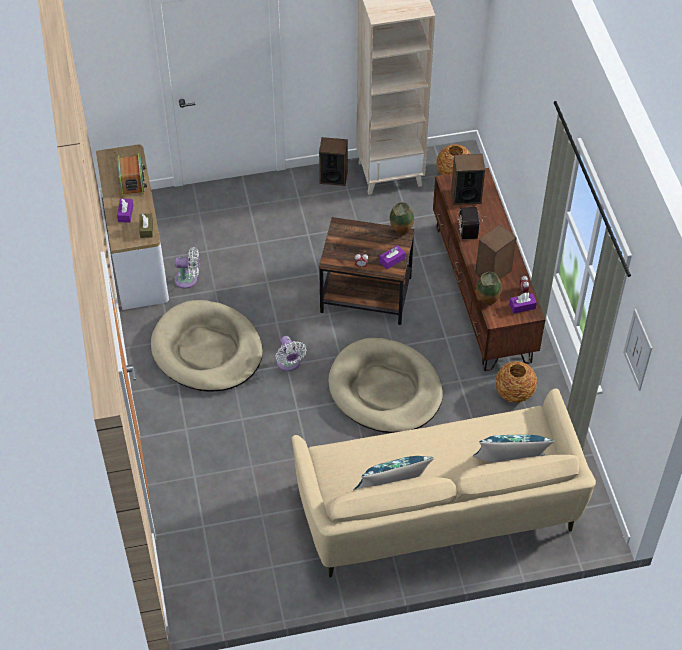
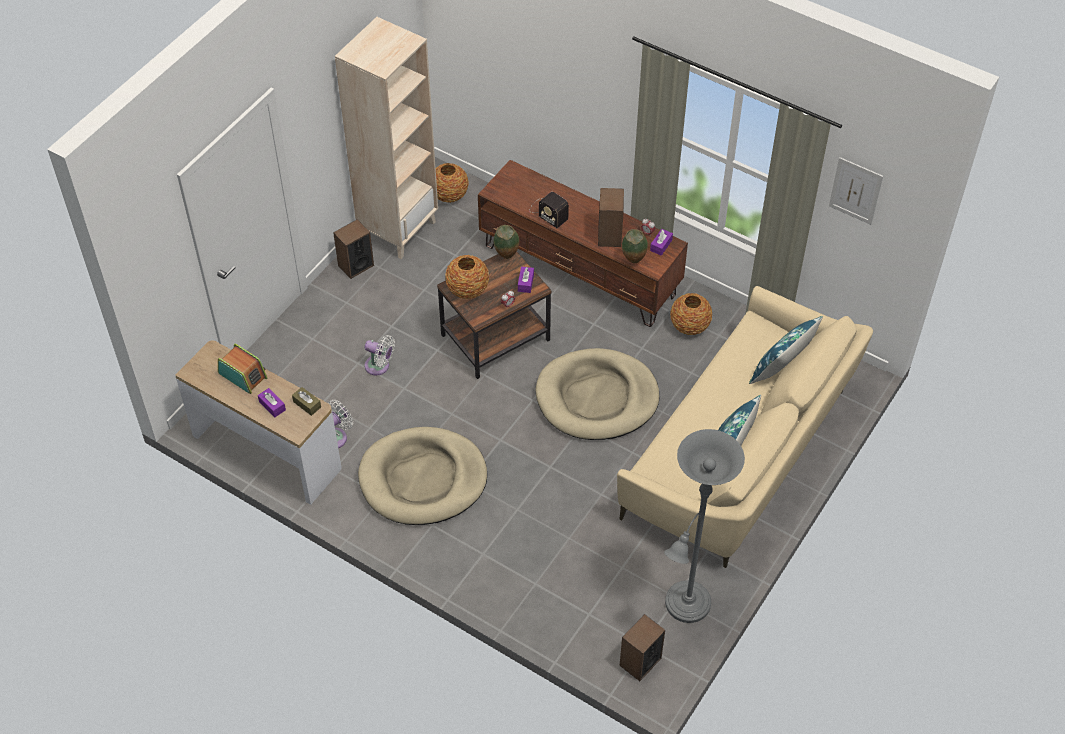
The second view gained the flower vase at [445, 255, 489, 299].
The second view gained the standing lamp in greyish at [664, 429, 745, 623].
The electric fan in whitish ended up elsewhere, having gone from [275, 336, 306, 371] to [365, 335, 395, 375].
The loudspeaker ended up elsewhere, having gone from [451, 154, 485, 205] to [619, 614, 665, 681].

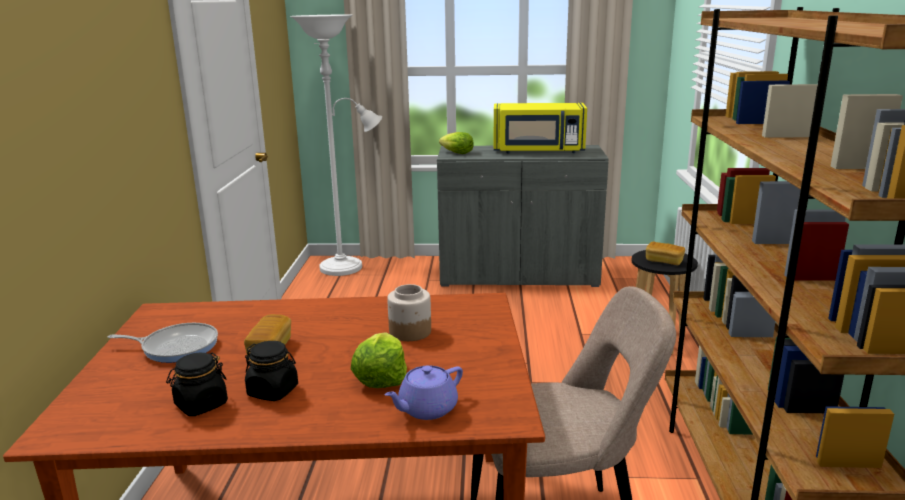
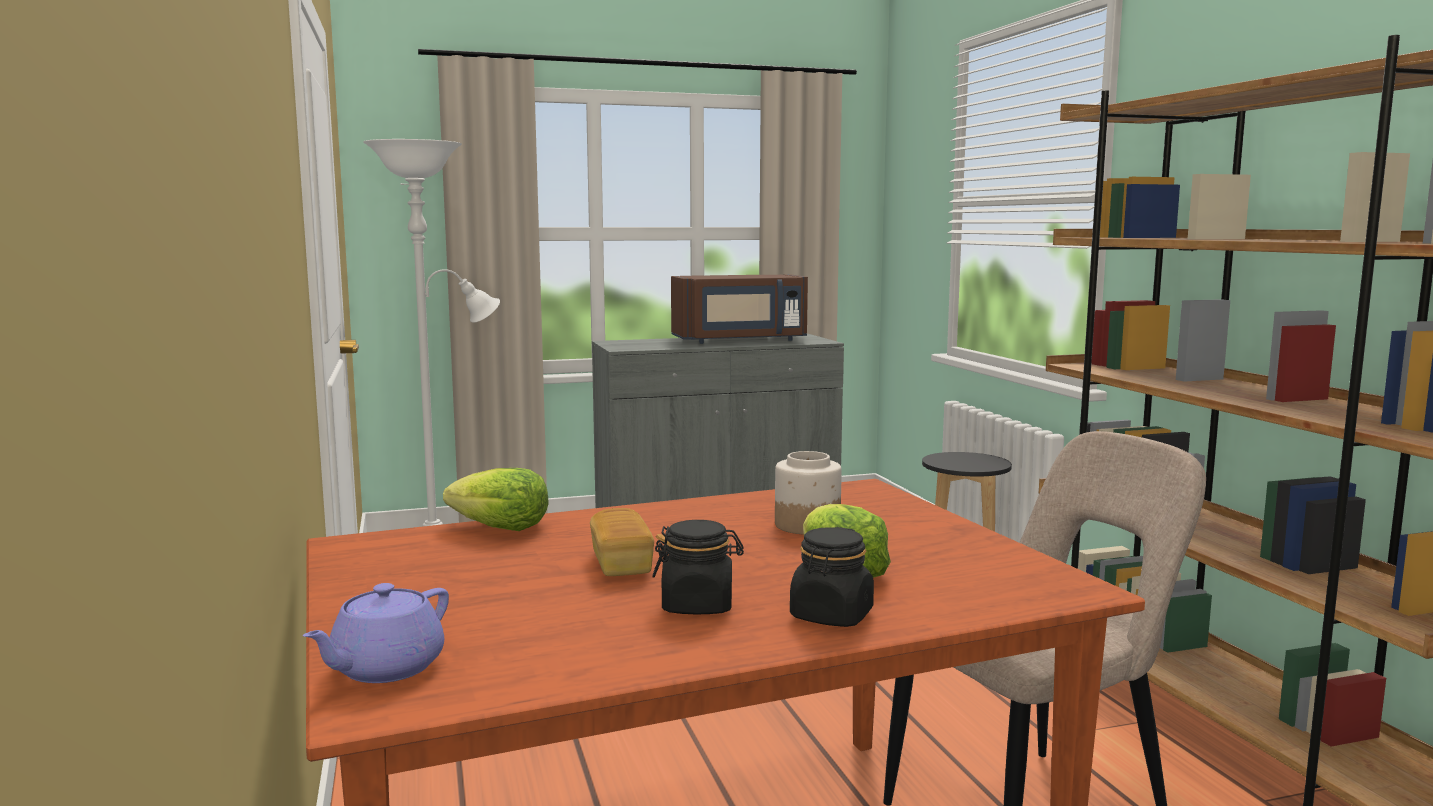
The second view lost the frying pan at [107, 323, 218, 363].
The second view lost the bread at [646, 242, 685, 265].
The storage jar in blackish ended up elsewhere, having gone from [166, 353, 228, 416] to [790, 527, 874, 627].
The teapot in purple-coloured ended up elsewhere, having gone from [384, 365, 463, 420] to [303, 583, 449, 683].
The lettuce ended up elsewhere, having gone from [439, 132, 474, 154] to [443, 468, 549, 531].
What was the microwave in yellowish at [494, 103, 587, 153] turned into the microwave in brownish at [671, 274, 808, 344].

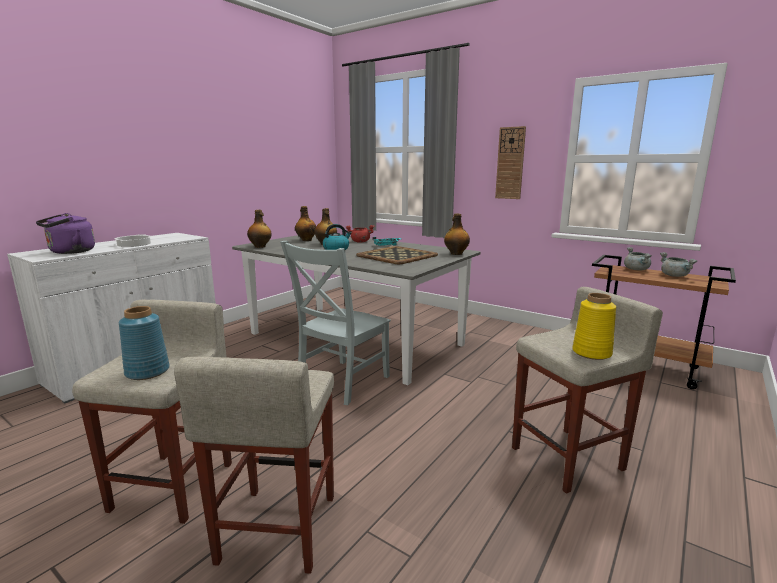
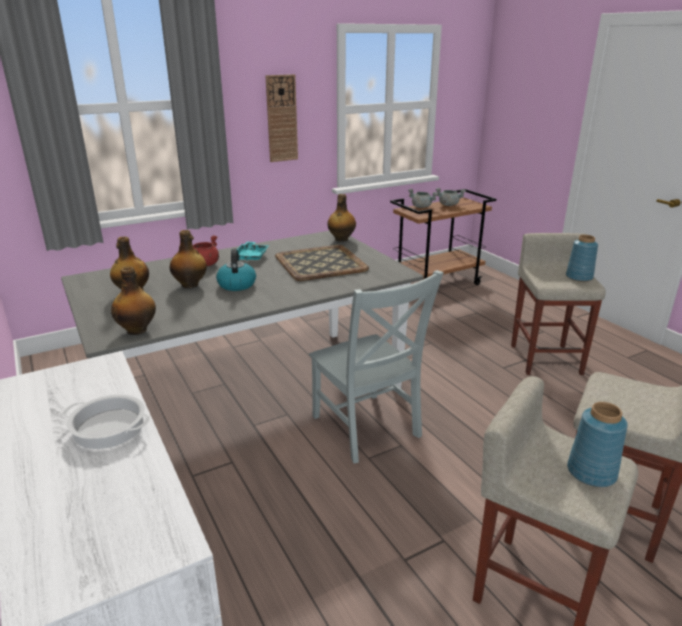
The second view lost the water kettle in purple-coloured at [36, 213, 95, 254].
What was the flower vase in yellowish at [572, 293, 616, 360] turned into the flower vase in blue-coloured at [566, 235, 598, 282].

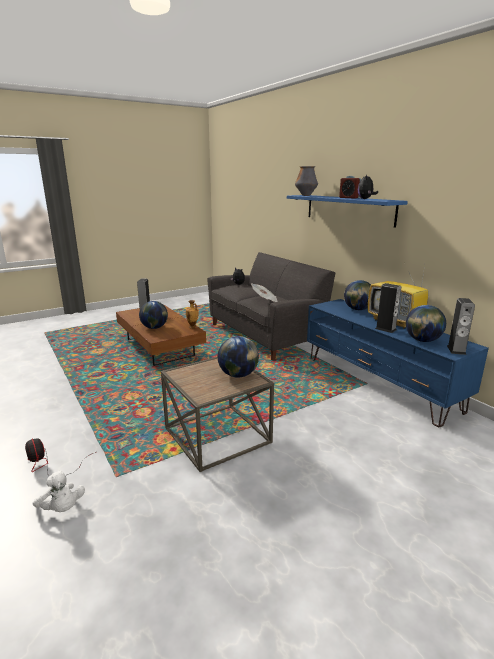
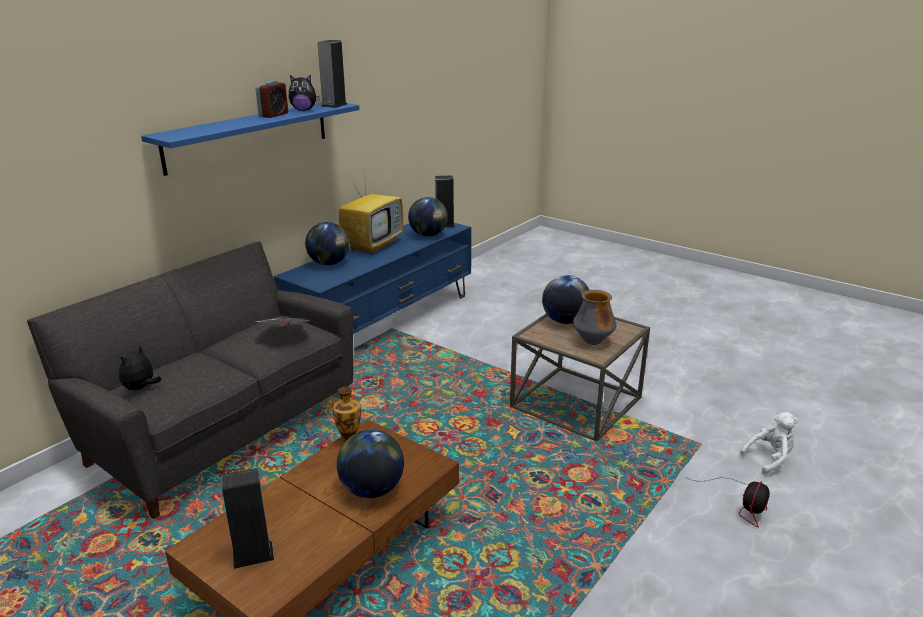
The flower vase ended up elsewhere, having gone from [295, 166, 318, 196] to [573, 290, 617, 345].
The loudspeaker ended up elsewhere, having gone from [375, 283, 401, 333] to [318, 40, 347, 108].
The soft toy in whitish at [32, 470, 85, 512] ended up facing another way, 45 degrees clockwise from before.

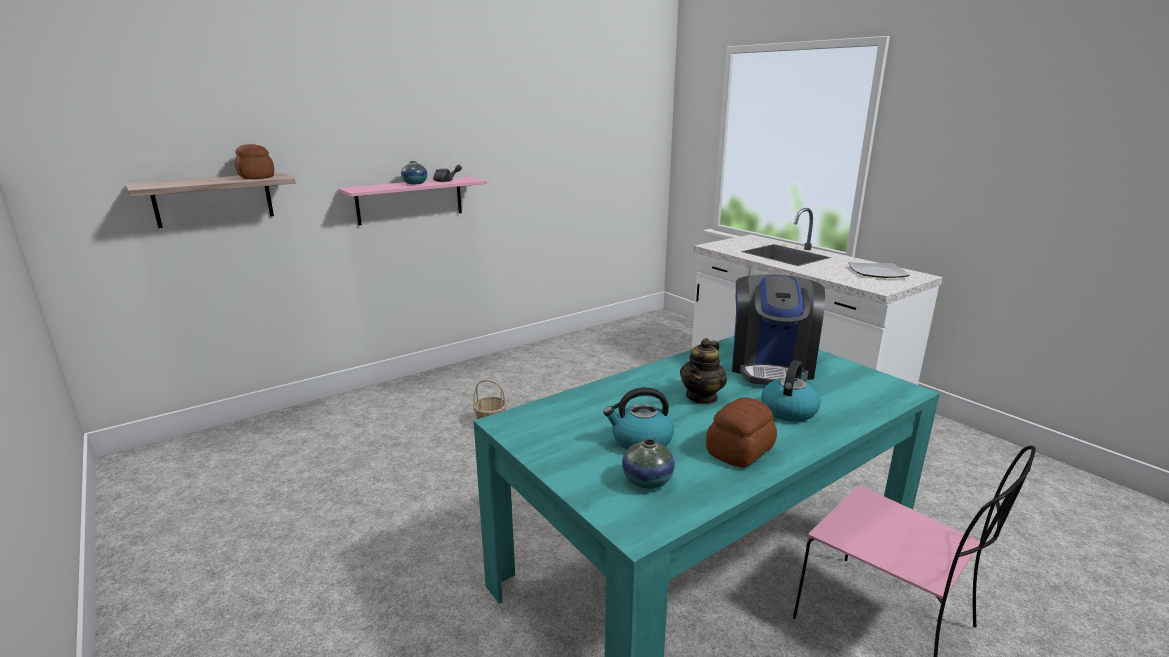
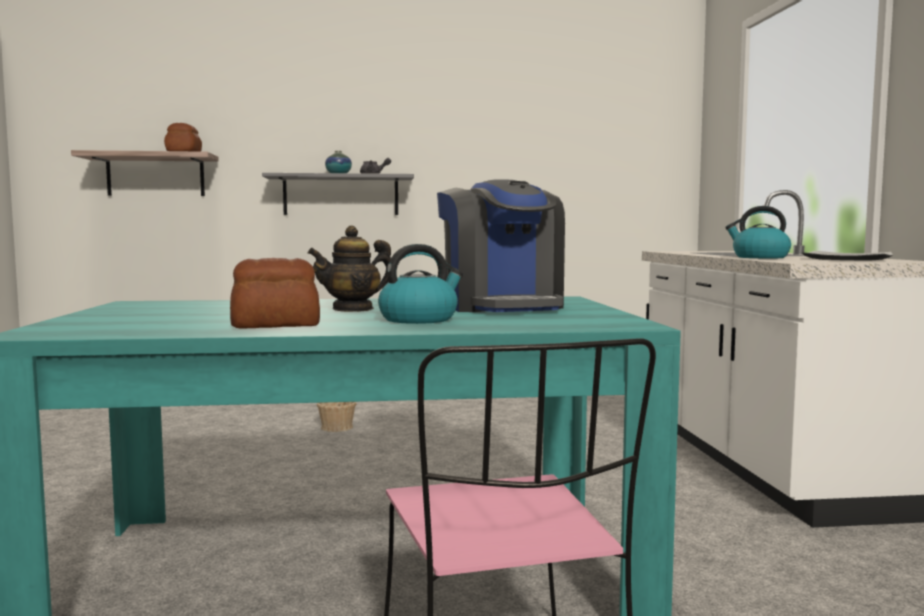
The second view lost the flower vase at [622, 439, 675, 489].
The water kettle ended up elsewhere, having gone from [603, 387, 674, 450] to [725, 206, 791, 258].
What was the shelf in pinkish at [338, 177, 487, 226] turned into the shelf in greyish at [262, 173, 414, 215].
The coffee maker at [732, 274, 825, 385] ended up facing another way, 60 degrees counterclockwise from before.

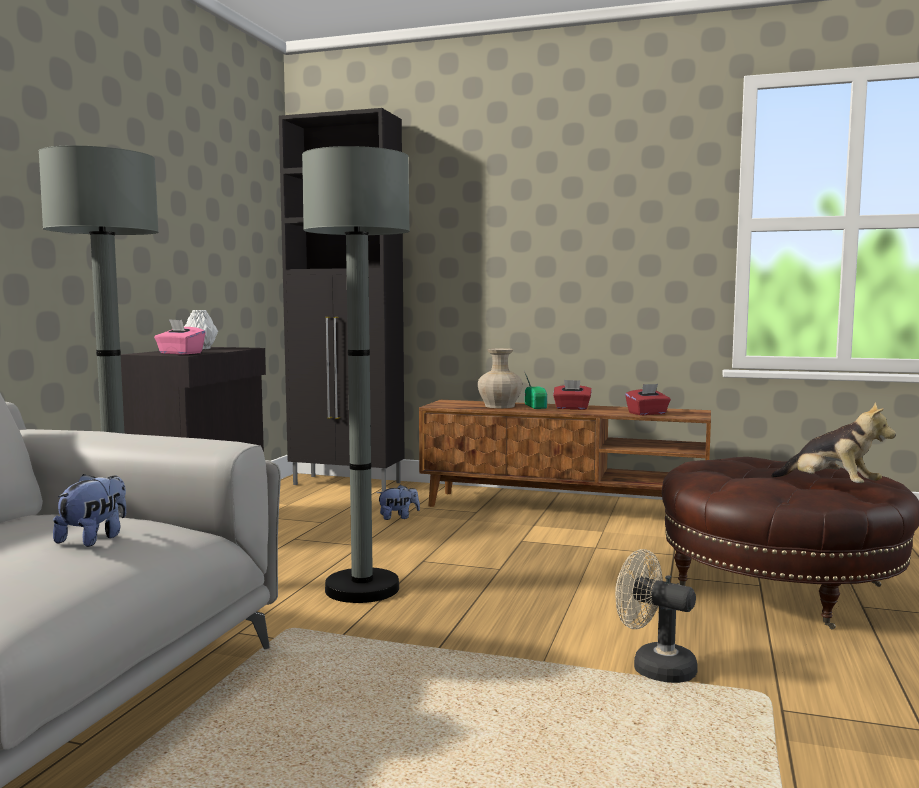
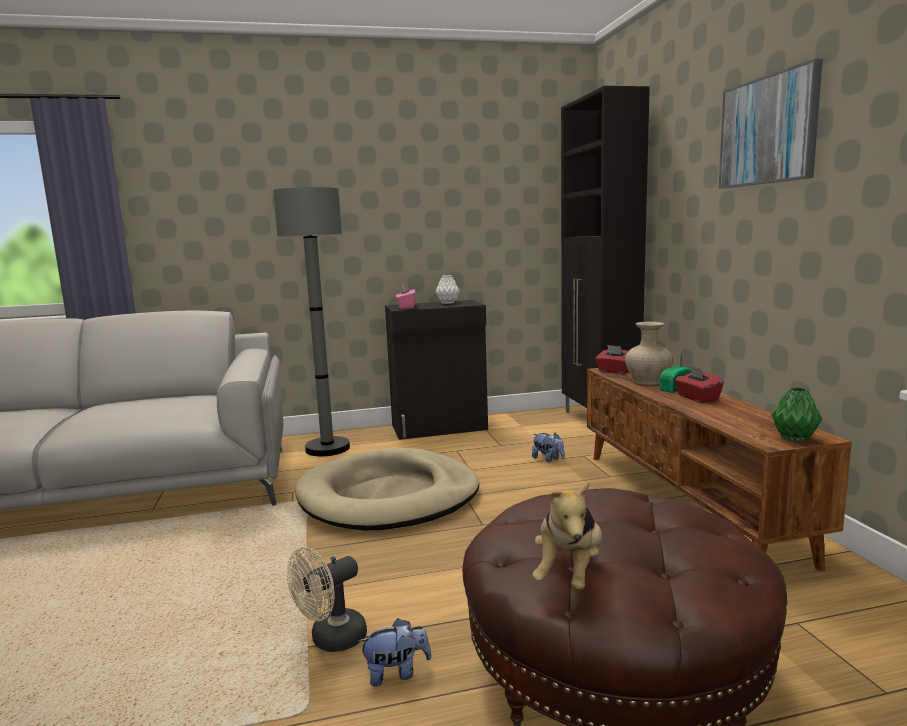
The second view gained the wall picture at [719, 59, 823, 188].
The second view gained the flower vase in green at [771, 387, 822, 442].
The soft toy ended up elsewhere, having gone from [53, 474, 126, 547] to [358, 618, 431, 687].
The tissue holder in red ended up elsewhere, having gone from [625, 384, 671, 415] to [595, 345, 629, 374].
Where the standing lamp in greyish stood at [302, 146, 410, 603], the pet bed in beige-coloured came to stand at [295, 448, 479, 530].
The electric fan in beige-coloured at [615, 549, 697, 683] ended up facing another way, 135 degrees counterclockwise from before.

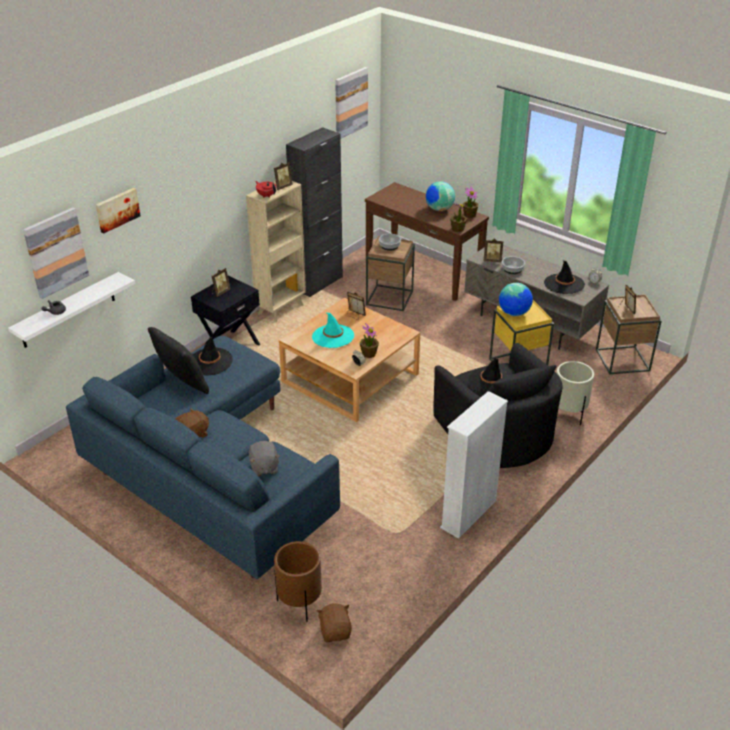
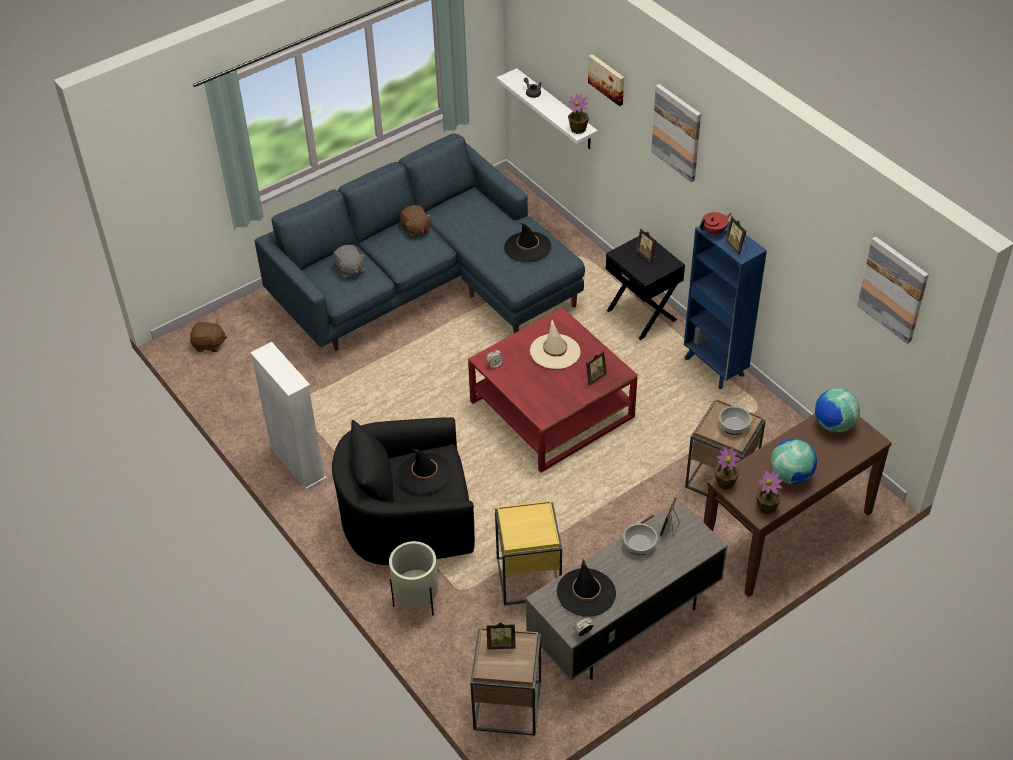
The second view lost the pillow in blackish at [148, 327, 209, 394].
The second view lost the flower pot in brownish at [274, 541, 322, 622].
The second view lost the cupboard in blackish at [286, 127, 343, 297].
The wall picture ended up elsewhere, having gone from [23, 207, 89, 299] to [651, 84, 701, 182].
The plant in a pot ended up elsewhere, having gone from [360, 323, 379, 358] to [568, 94, 589, 134].
The world globe ended up elsewhere, having gone from [499, 283, 533, 316] to [815, 388, 860, 432].
What was the shelving unit in beige-coloured at [246, 181, 306, 323] turned into the shelving unit in blue-coloured at [684, 221, 767, 389].
What was the lounge table in beige-coloured at [279, 298, 420, 422] turned into the lounge table in red at [468, 307, 638, 472].
What was the hat in blue-green at [312, 313, 354, 348] turned into the hat in beige-coloured at [530, 320, 581, 369].
The soft toy in greyish at [249, 441, 280, 476] ended up facing another way, 120 degrees counterclockwise from before.

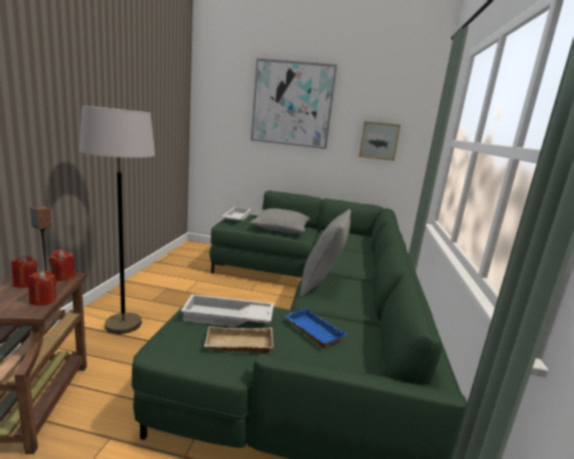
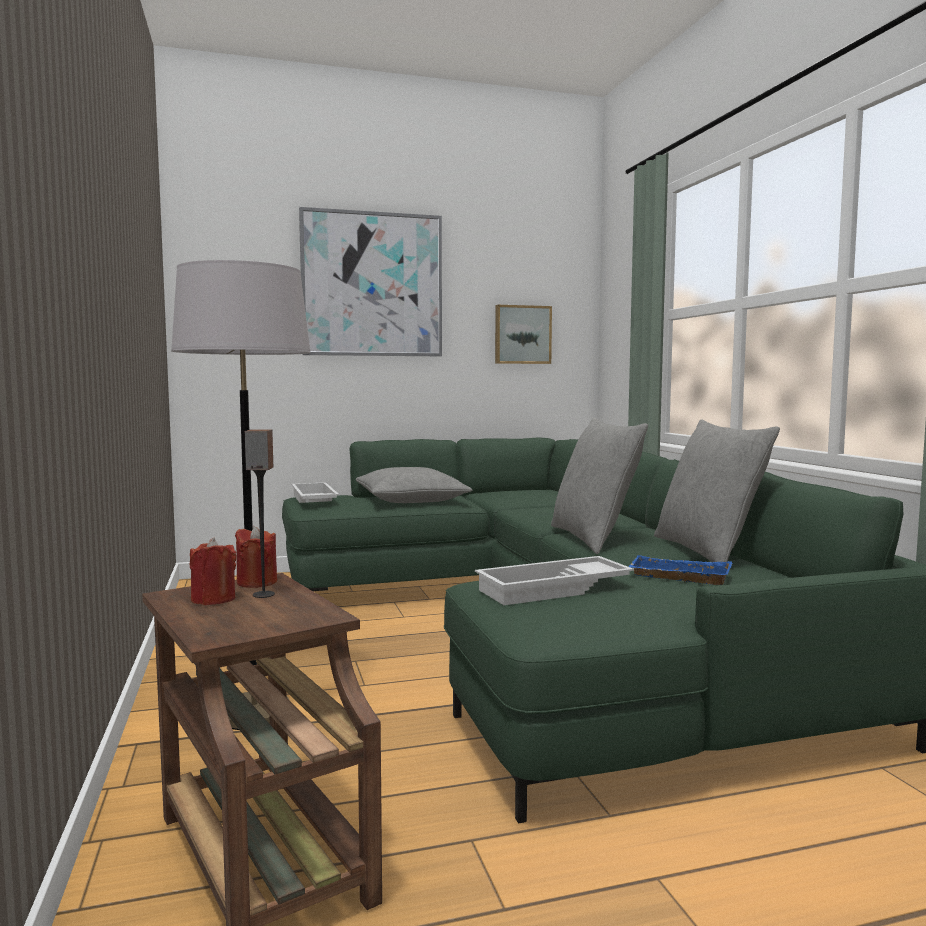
The second view lost the candle in red at [28, 271, 57, 306].
The second view lost the serving tray in beige-coloured at [204, 326, 274, 353].
The second view gained the pillow in greyish at [654, 419, 780, 562].

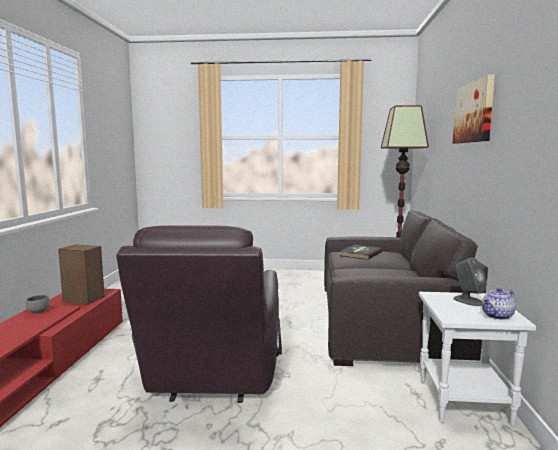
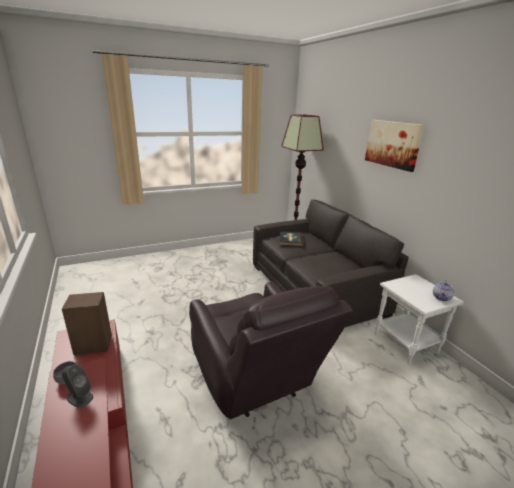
The loudspeaker in greyish ended up elsewhere, having gone from [453, 257, 487, 306] to [61, 364, 93, 407].

